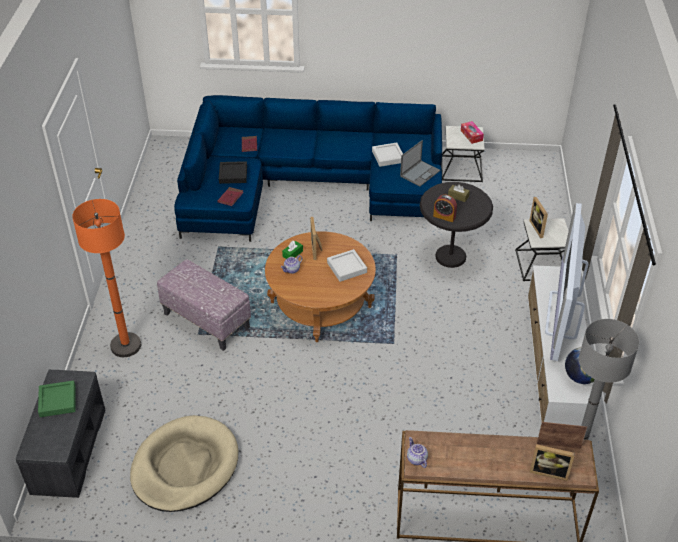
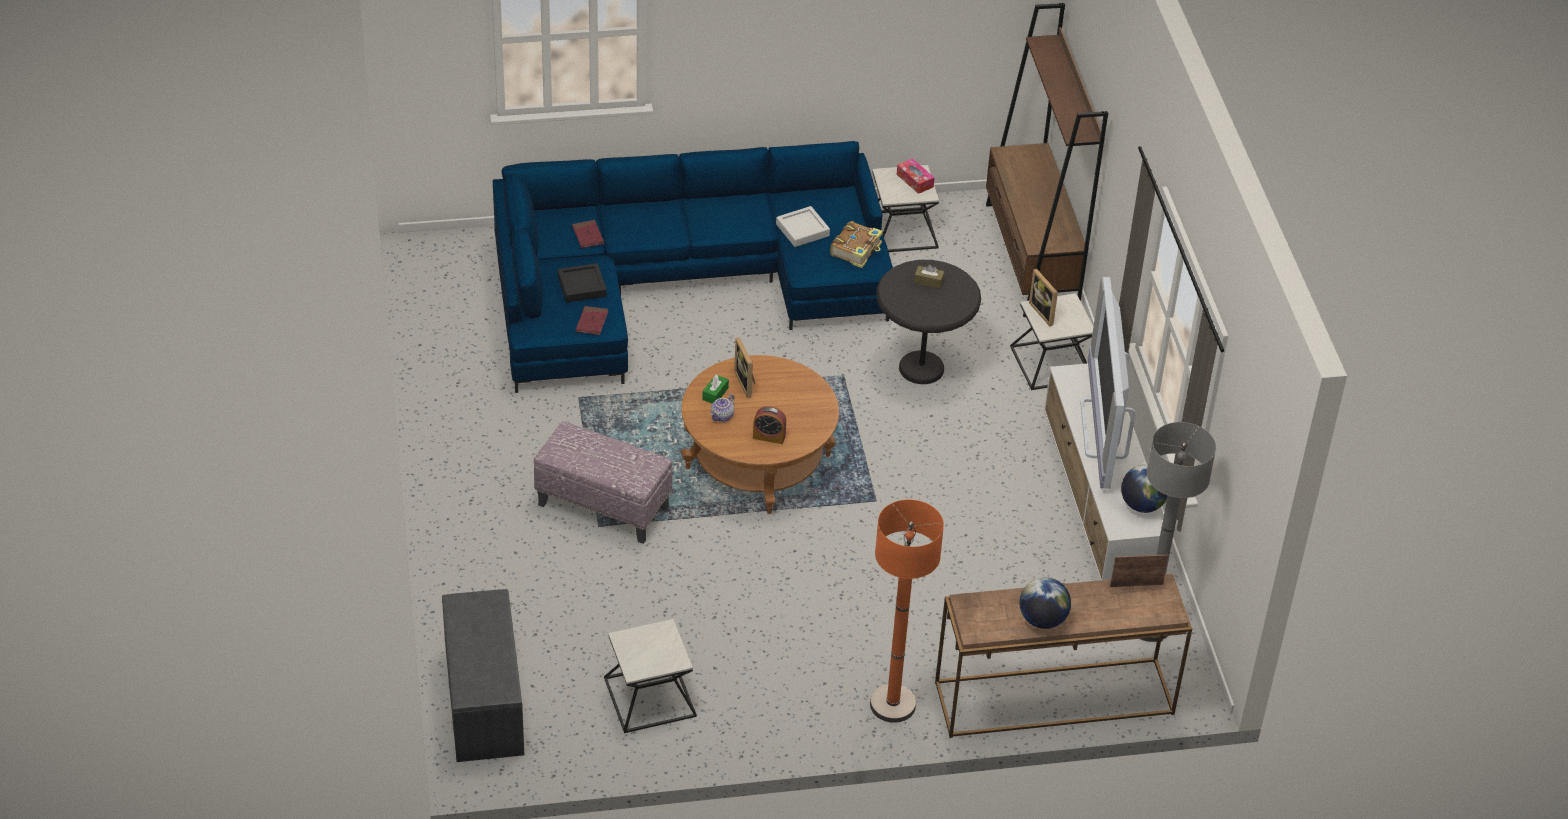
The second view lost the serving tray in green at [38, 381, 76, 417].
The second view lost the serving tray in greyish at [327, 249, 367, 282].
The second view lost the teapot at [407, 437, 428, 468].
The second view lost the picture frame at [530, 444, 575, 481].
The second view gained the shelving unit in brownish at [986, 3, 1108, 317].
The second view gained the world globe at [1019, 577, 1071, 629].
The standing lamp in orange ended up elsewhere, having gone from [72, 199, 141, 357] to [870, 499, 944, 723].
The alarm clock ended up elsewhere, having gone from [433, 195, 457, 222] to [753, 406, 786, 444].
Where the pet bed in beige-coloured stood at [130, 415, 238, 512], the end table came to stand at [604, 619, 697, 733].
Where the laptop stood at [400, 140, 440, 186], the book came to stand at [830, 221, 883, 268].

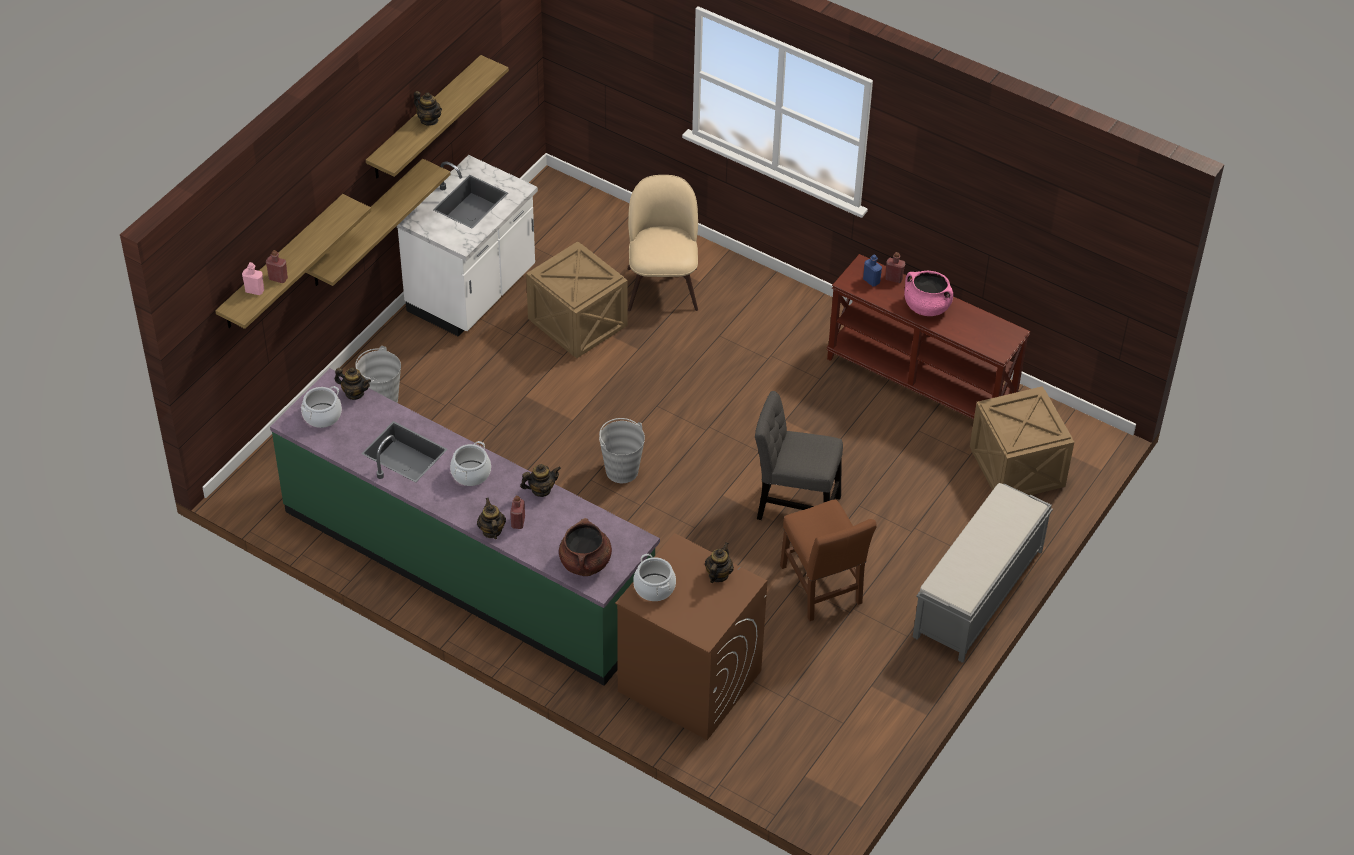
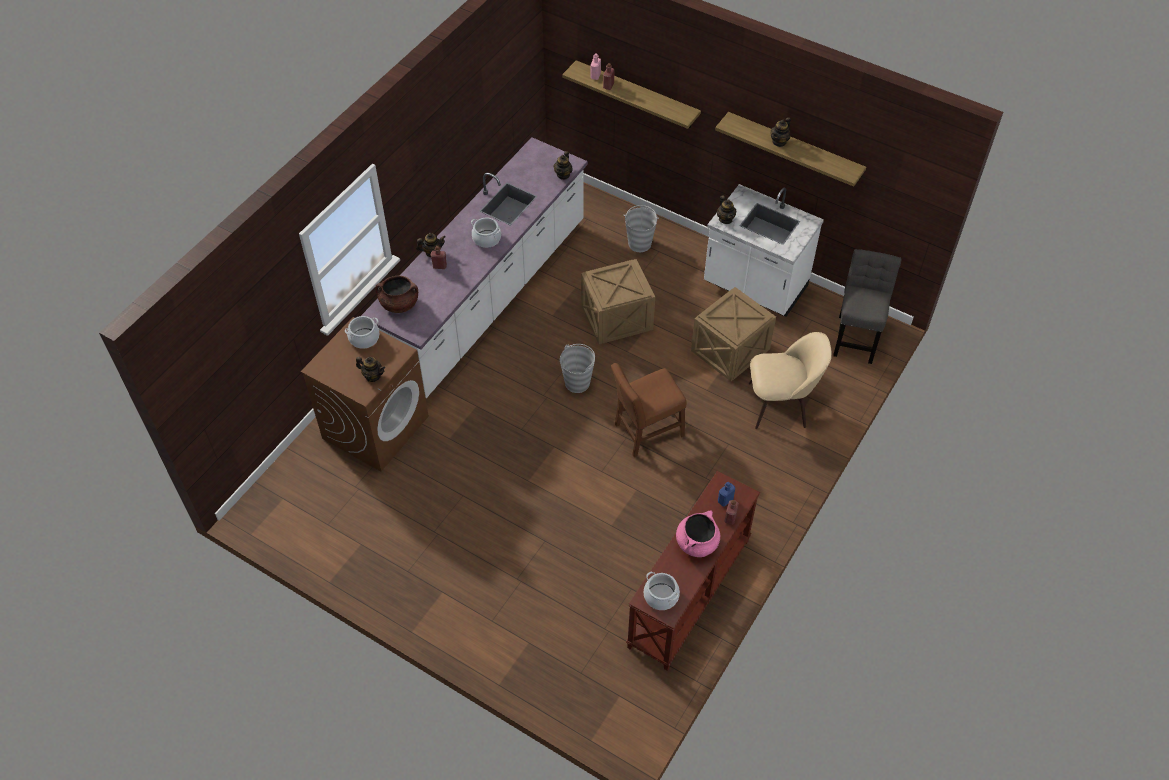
The second view lost the shelf at [306, 159, 450, 286].
The second view lost the indoor bench in greyish at [913, 483, 1053, 663].
The saucepot ended up elsewhere, having gone from [301, 386, 342, 428] to [644, 572, 680, 610].
The teapot ended up elsewhere, having gone from [520, 464, 561, 497] to [717, 195, 736, 224].
The chair in greyish ended up elsewhere, having gone from [755, 391, 843, 520] to [833, 249, 902, 364].
The chair in brownish ended up elsewhere, having gone from [780, 499, 877, 621] to [611, 363, 687, 457].
The packing crate ended up elsewhere, having gone from [970, 386, 1074, 495] to [581, 259, 655, 344].
What was the kitchen base unit in green at [270, 368, 660, 686] turned into the kitchen base unit in whitish at [361, 137, 588, 398].

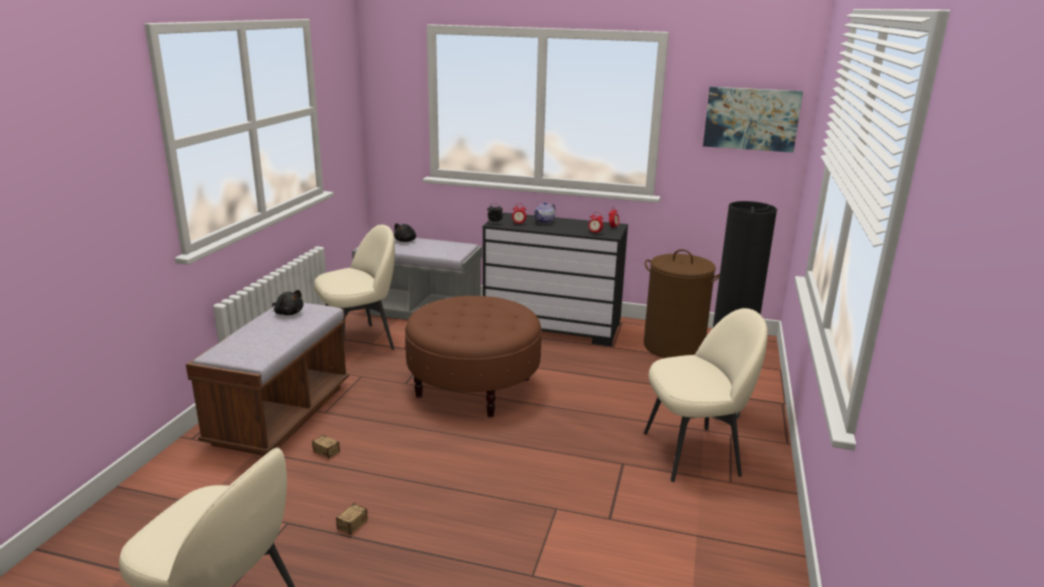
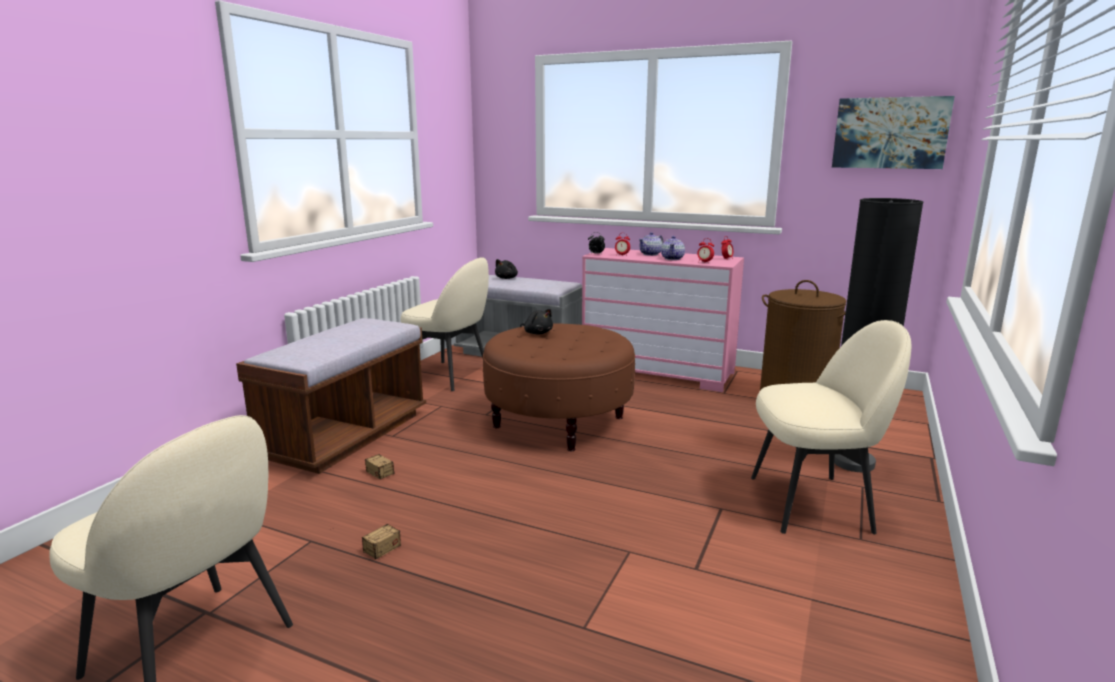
The second view gained the teapot at [661, 236, 685, 260].
The soft toy in blackish ended up elsewhere, having gone from [272, 290, 304, 315] to [520, 309, 553, 335].
What was the drawer chest in blackish at [482, 212, 628, 347] turned into the drawer chest in pinkish at [582, 248, 744, 392].
The chair in beige-coloured at [314, 224, 395, 350] ended up facing another way, 45 degrees clockwise from before.

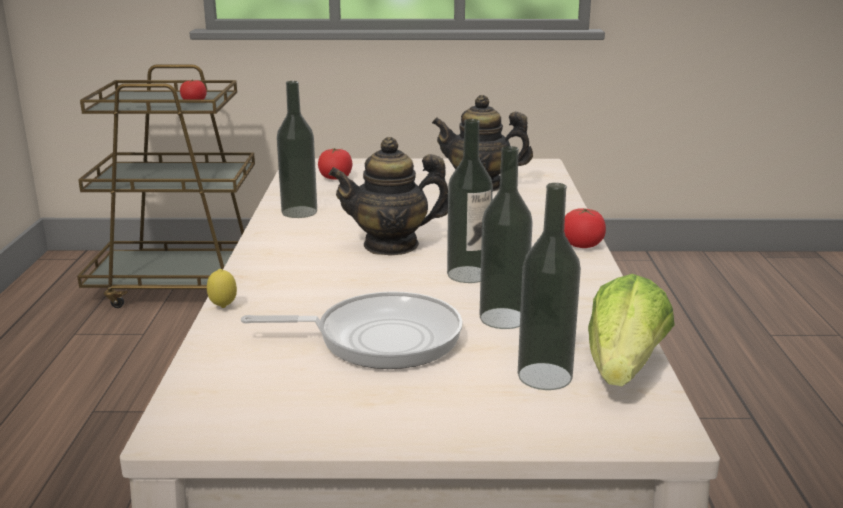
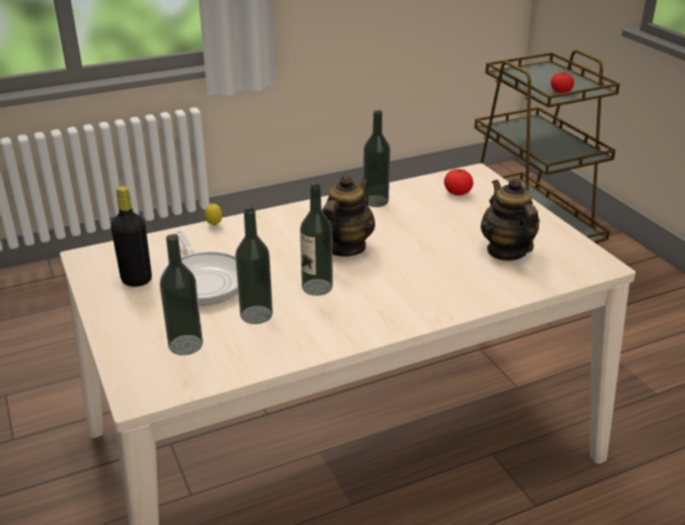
The second view lost the tomato at [564, 208, 606, 248].
The second view lost the lettuce at [588, 274, 675, 386].
The second view gained the bottle in blackish at [111, 186, 152, 287].
The teapot at [328, 137, 448, 256] ended up facing another way, 60 degrees clockwise from before.

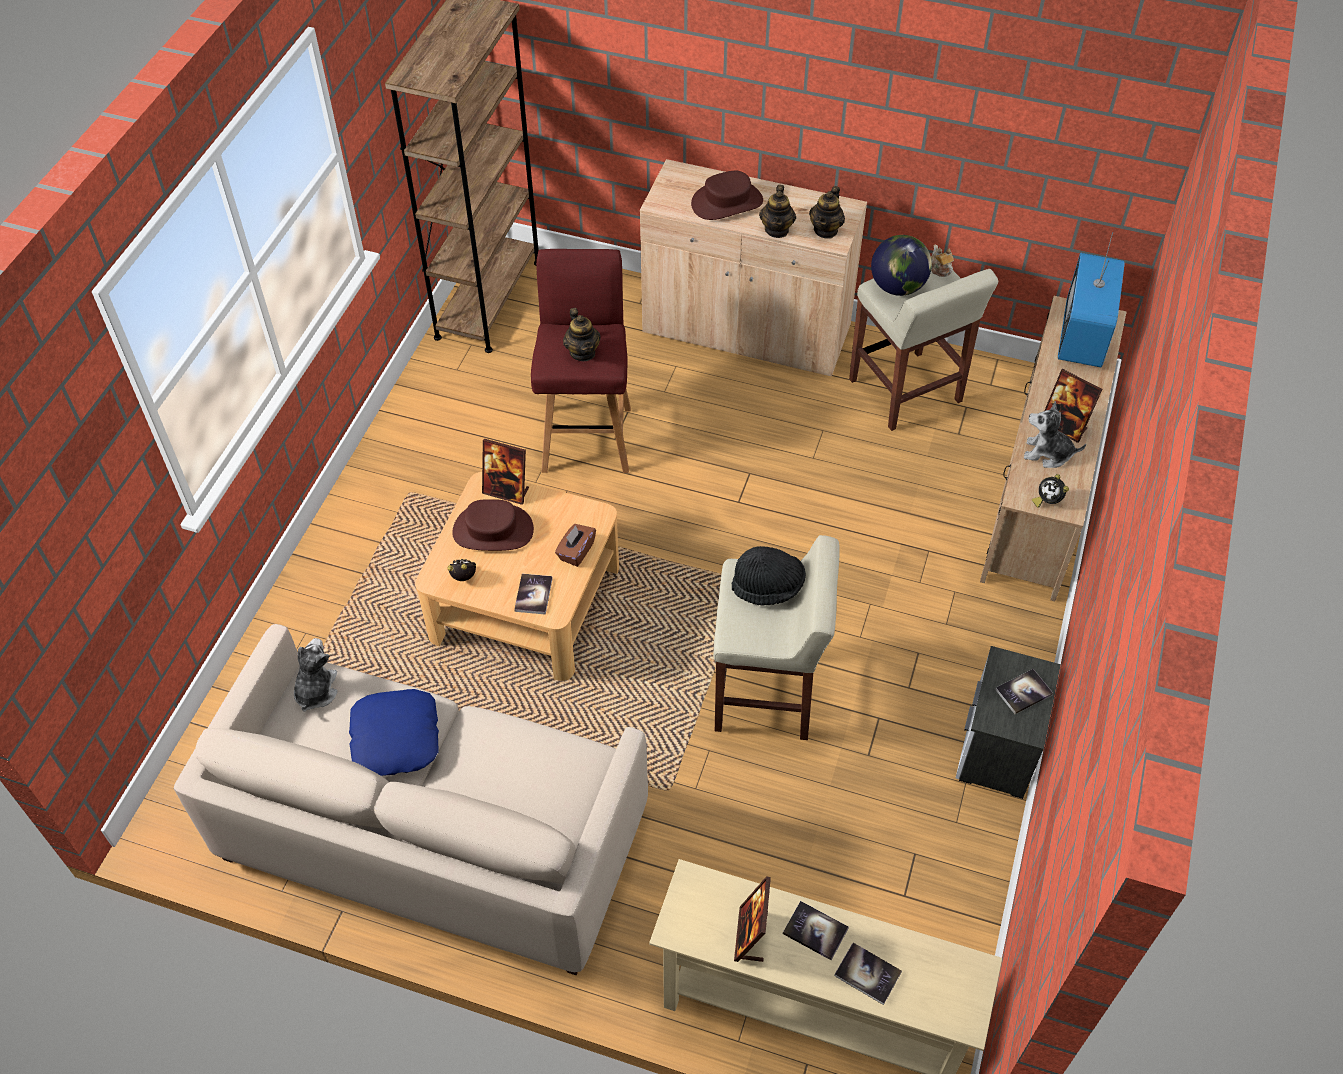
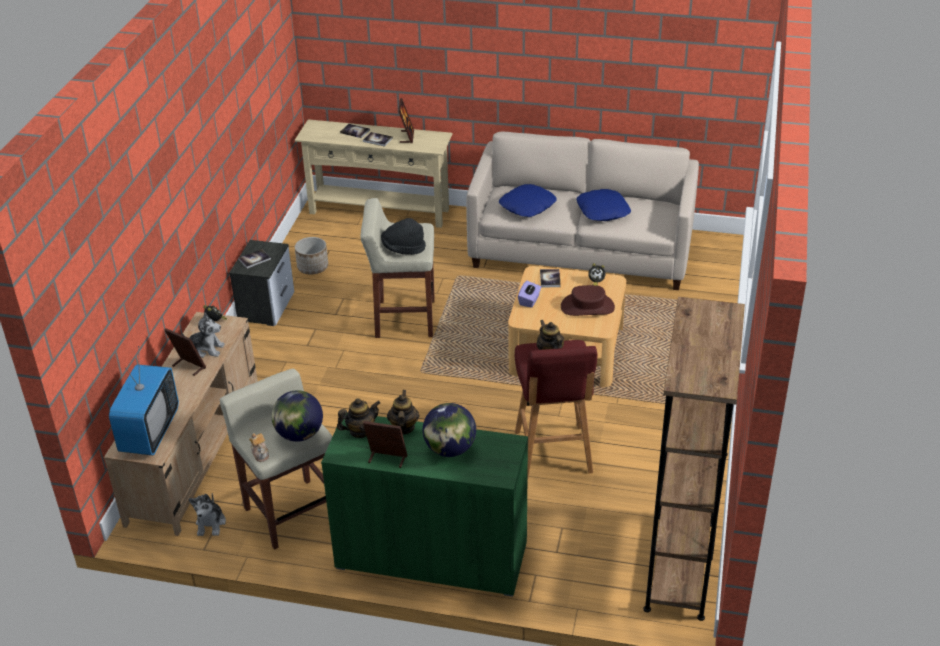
The second view gained the flower pot at [295, 237, 328, 274].
The second view gained the pillow in blue-coloured at [499, 184, 557, 217].
The soft toy ended up elsewhere, having gone from [294, 638, 338, 712] to [189, 493, 226, 536].
The picture frame ended up elsewhere, having gone from [482, 439, 529, 505] to [363, 421, 407, 468].
Where the hat in brownish stood at [691, 171, 763, 220], the world globe came to stand at [423, 403, 476, 457].
What was the tissue holder in brownish at [555, 524, 596, 567] turned into the tissue holder in purple-coloured at [518, 281, 541, 308].
What was the cupboard in beige-coloured at [640, 159, 867, 377] turned into the cupboard in green at [321, 416, 528, 597].
The teapot at [809, 186, 845, 239] ended up facing another way, 45 degrees clockwise from before.

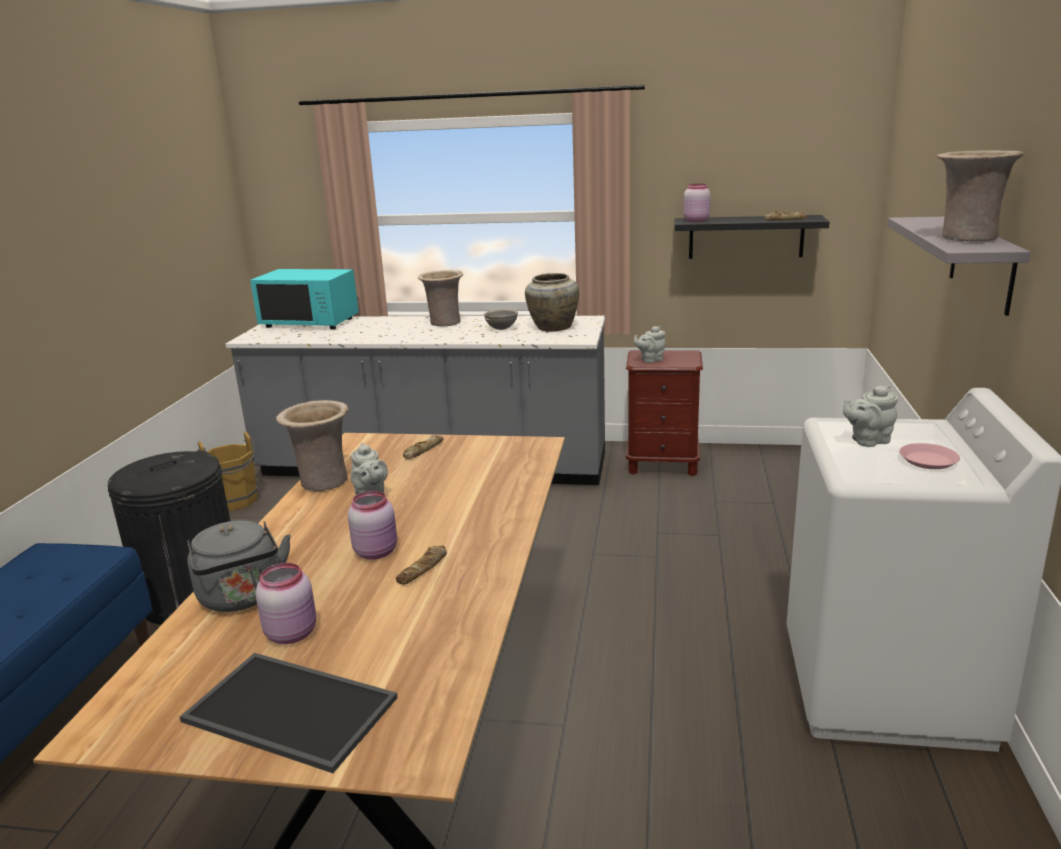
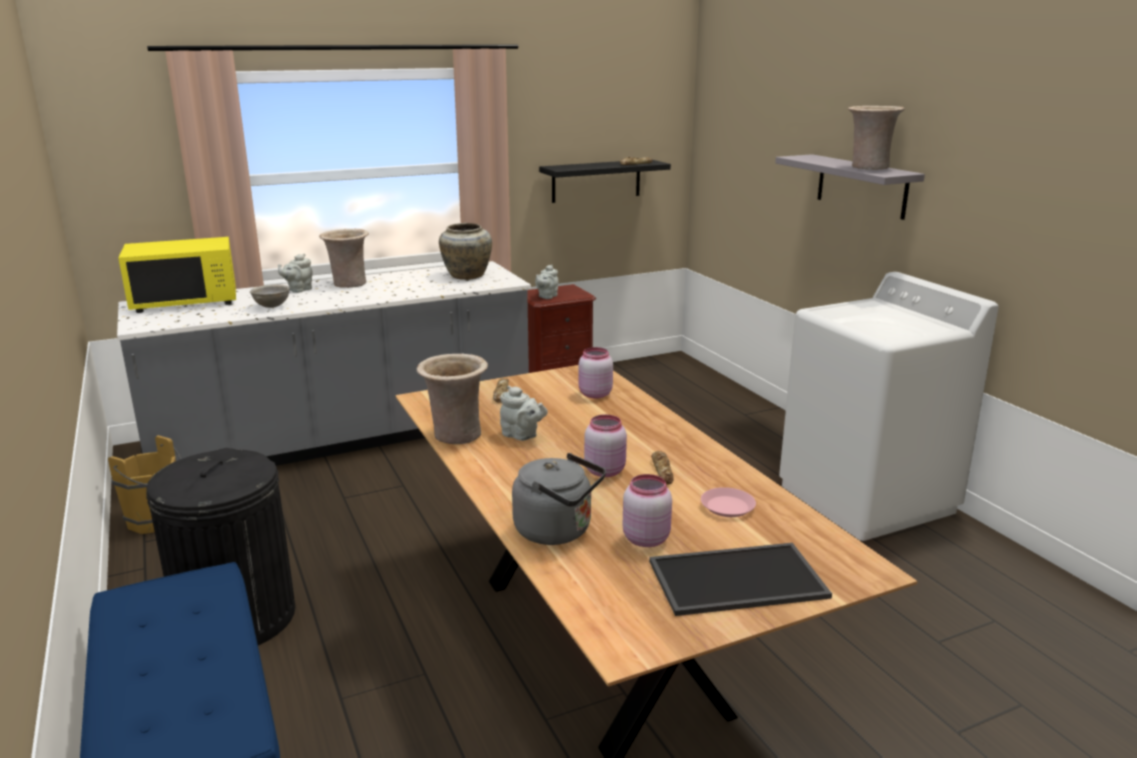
The bowl in greyish ended up elsewhere, having gone from [484, 309, 518, 330] to [250, 284, 290, 308].
The storage jar in pinkish ended up elsewhere, having gone from [683, 184, 711, 222] to [579, 347, 613, 398].
The teapot in greyish ended up elsewhere, having gone from [843, 385, 898, 447] to [278, 254, 313, 293].
The flat dish in pinkish ended up elsewhere, having gone from [899, 443, 960, 469] to [701, 487, 756, 517].
What was the microwave in blue-green at [250, 269, 359, 329] turned into the microwave in yellowish at [118, 237, 236, 313].

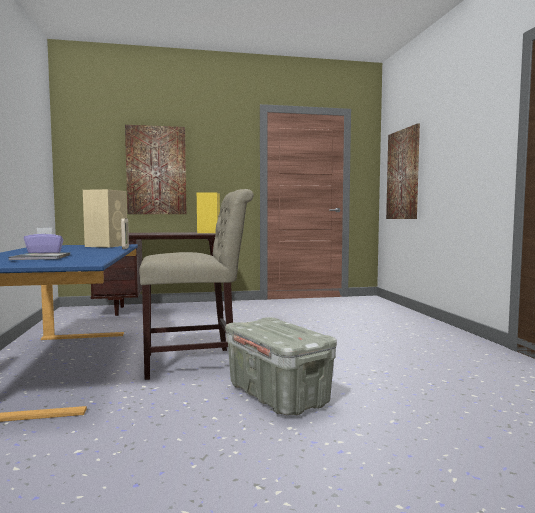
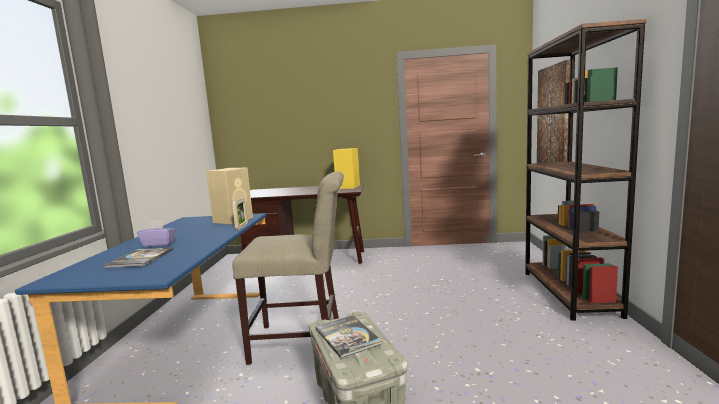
The second view lost the wall picture at [125, 125, 187, 214].
The second view gained the book at [316, 315, 382, 358].
The second view gained the shelving unit in brownish at [525, 19, 646, 321].

